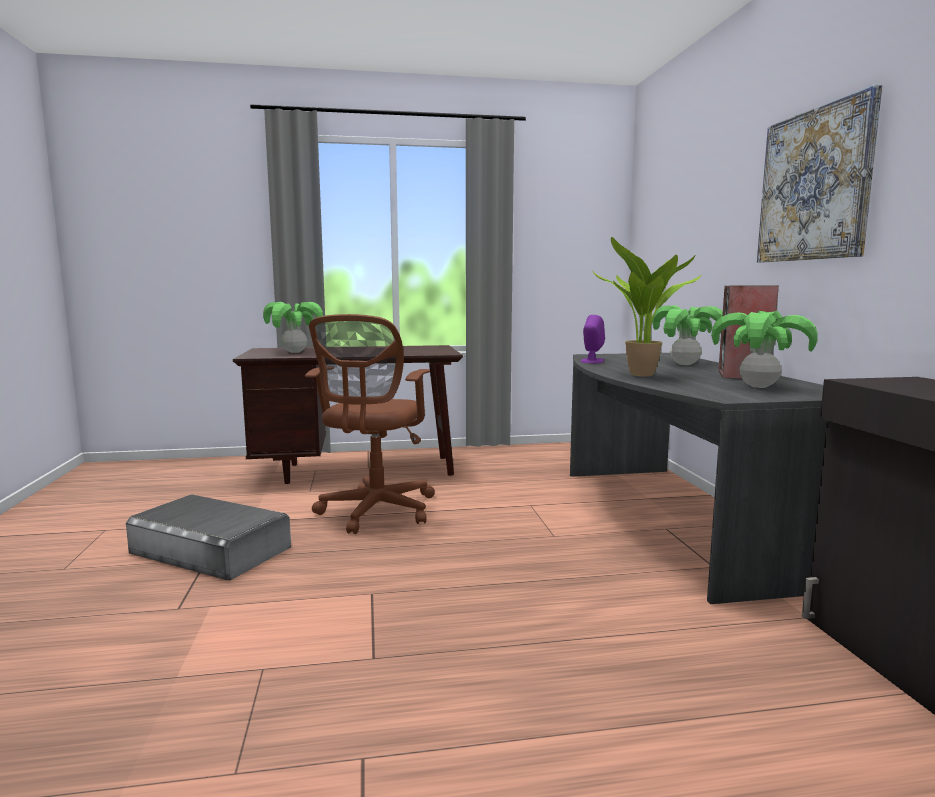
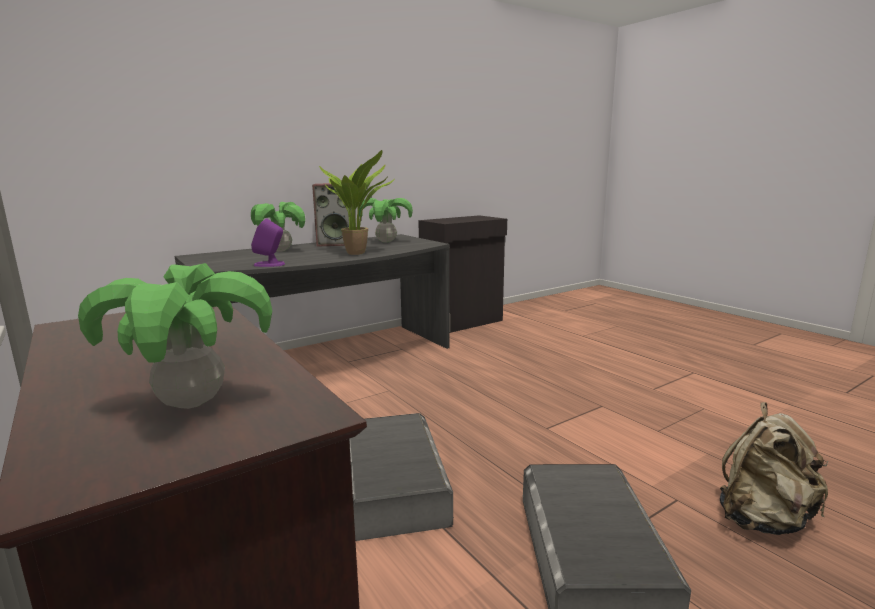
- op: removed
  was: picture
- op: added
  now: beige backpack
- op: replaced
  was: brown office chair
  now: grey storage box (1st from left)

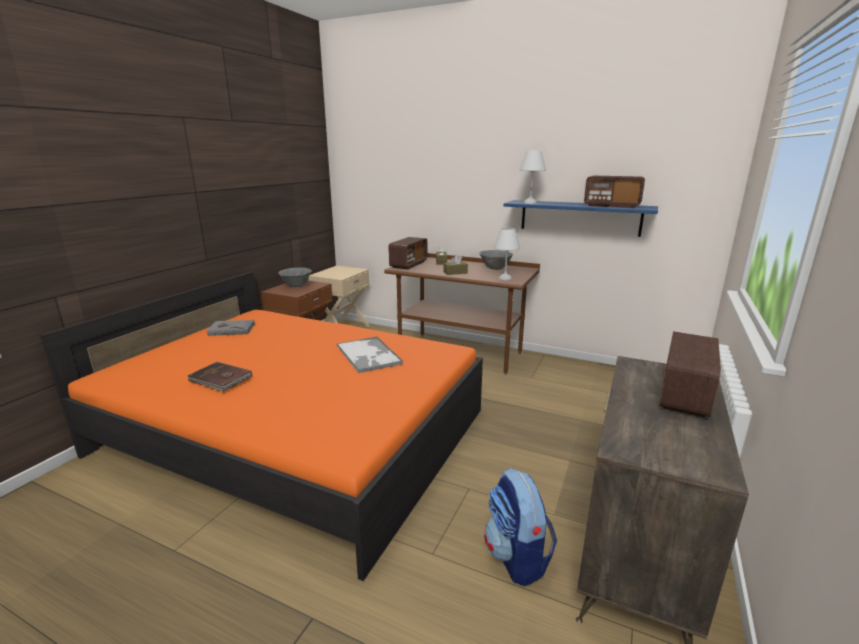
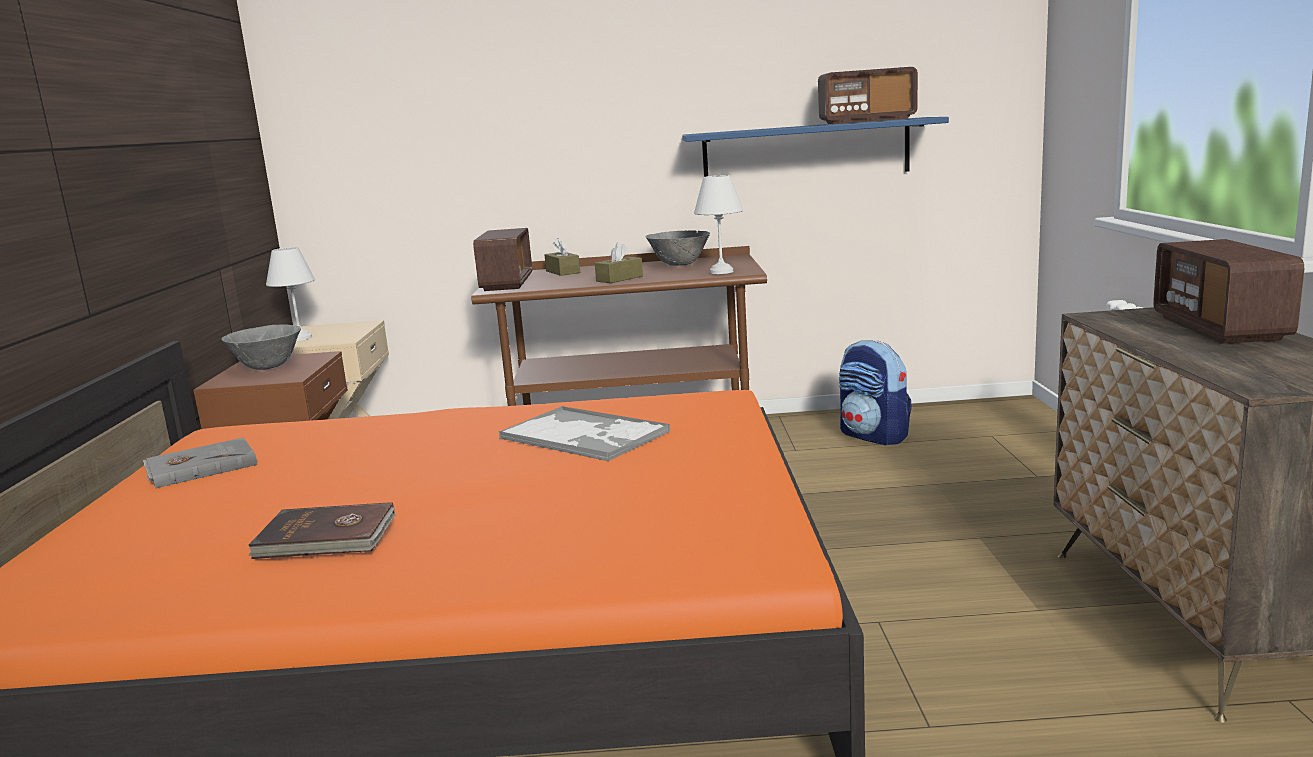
- op: moved
  was: backpack
- op: moved
  was: white table lamp (2nd from left in the first image)
  now: white table lamp (1st from left)

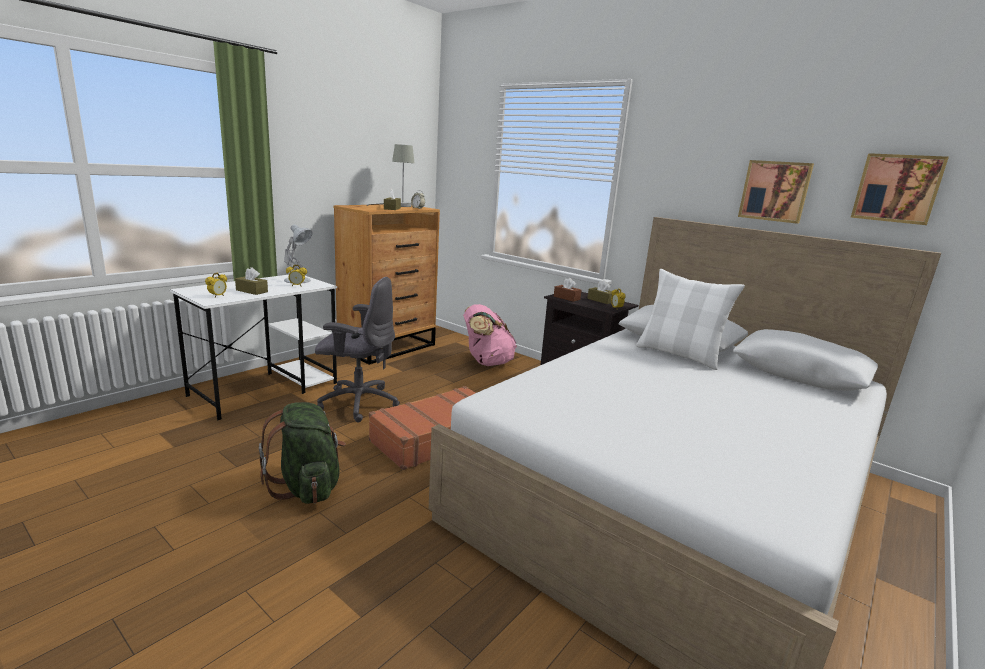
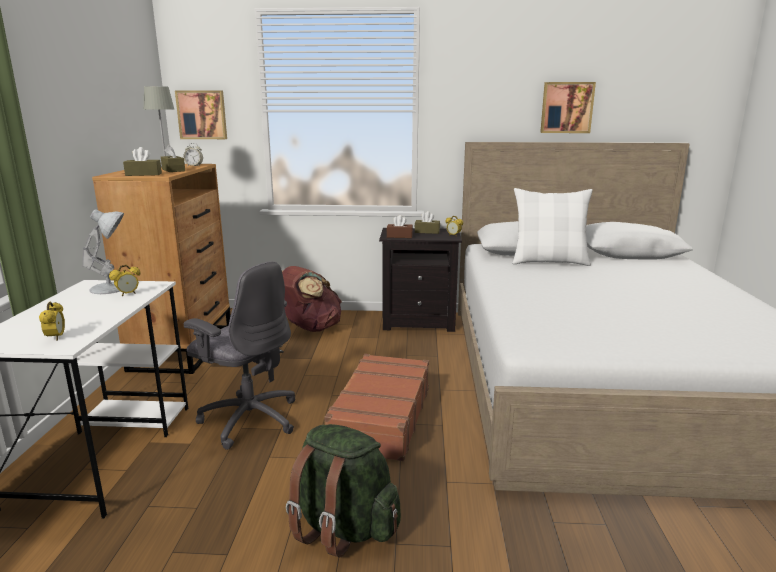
- op: moved
  was: brown tissue box (1st from left)
- op: moved
  was: picture (2nd from left in the first image)
  now: picture (1st from left)
- op: recoloured
  was: pink backpack
  now: brown backpack
- op: turned
  was: grey office chair
  clockwise: 60

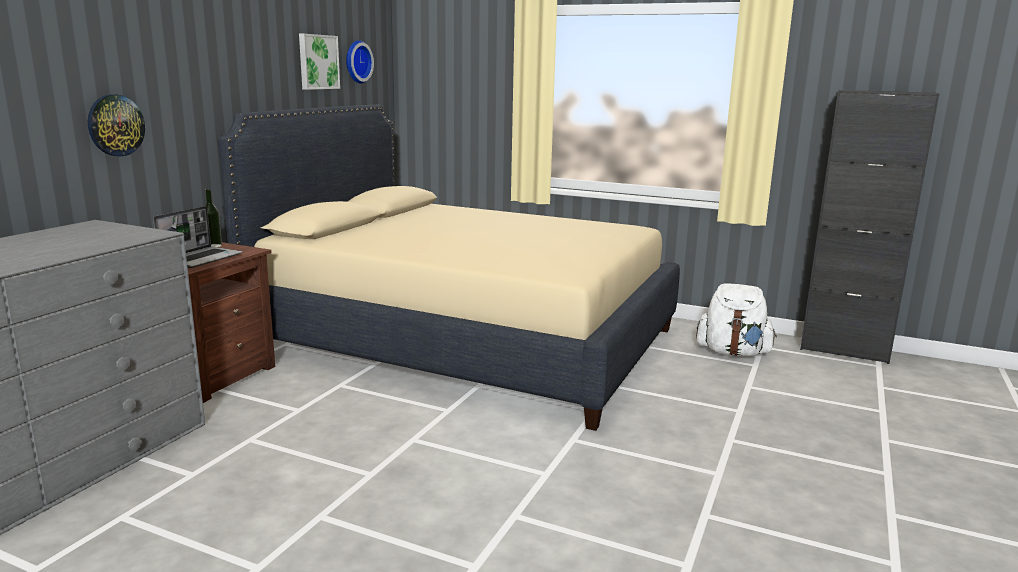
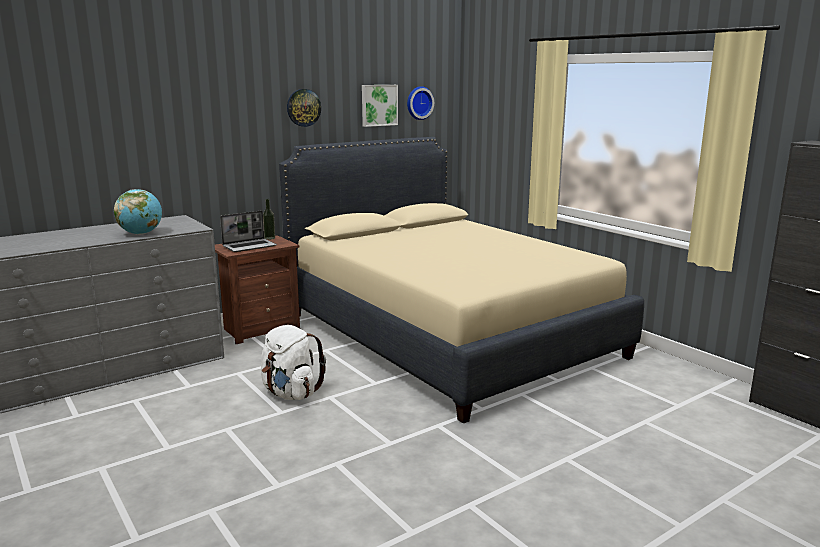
- op: added
  now: globe
- op: moved
  was: wall clock (1st from left)
- op: moved
  was: white backpack

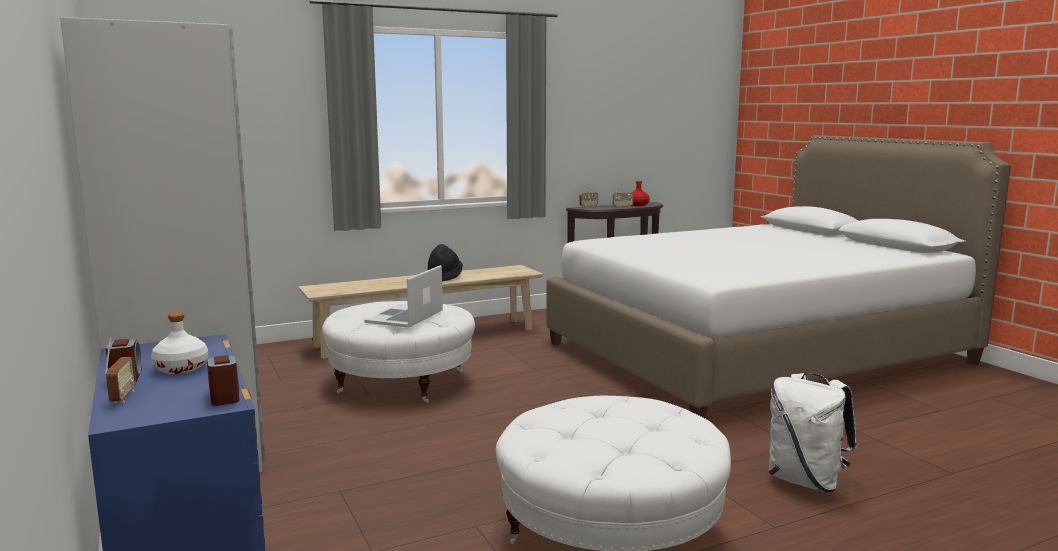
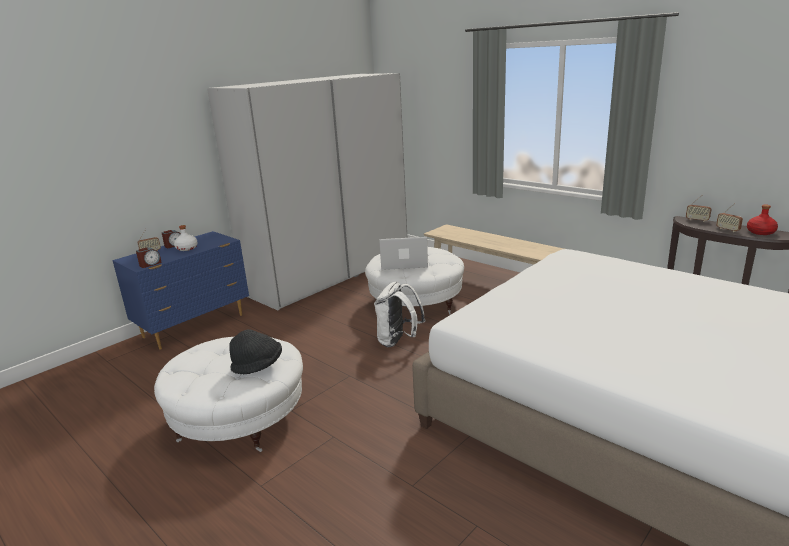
- op: moved
  was: black hat
- op: moved
  was: white backpack

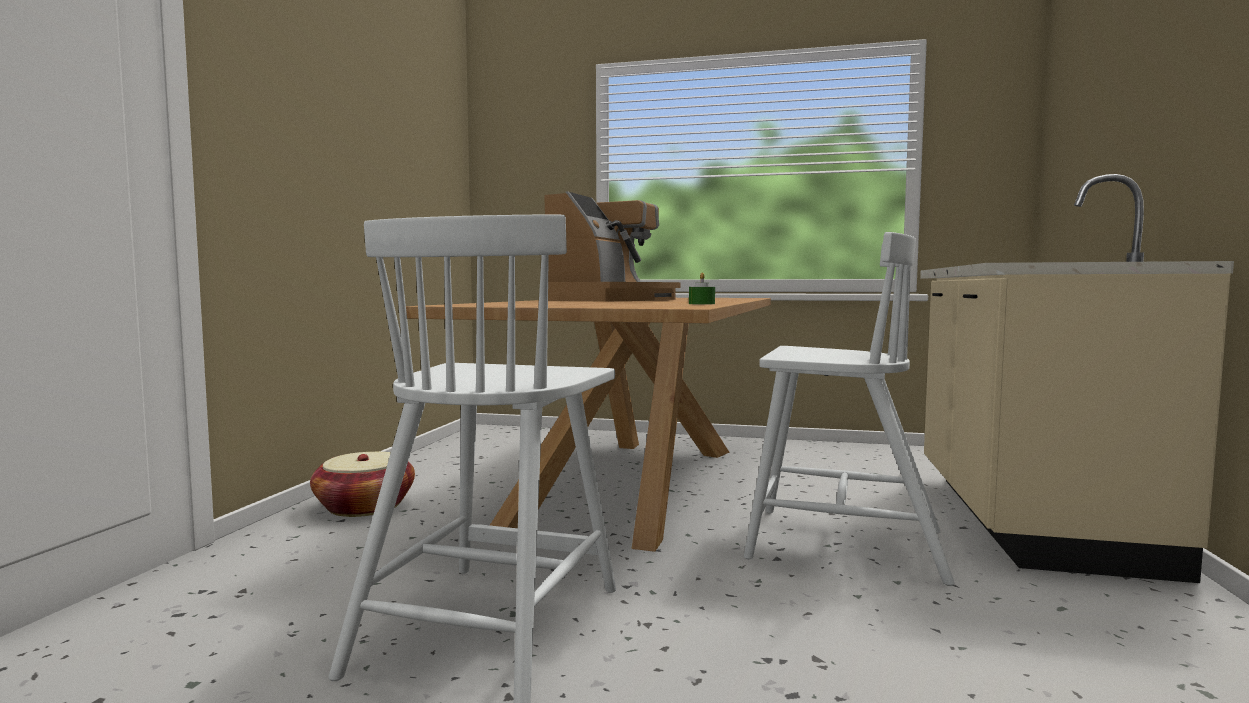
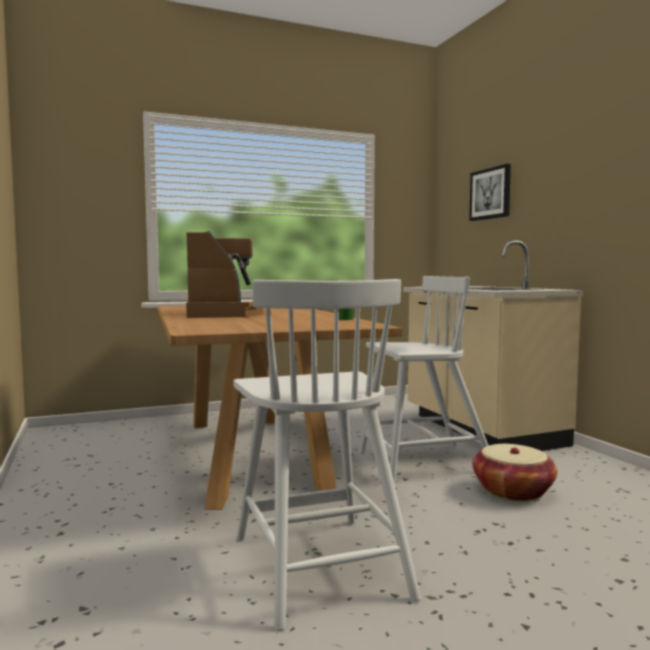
- op: added
  now: picture
- op: moved
  was: basket

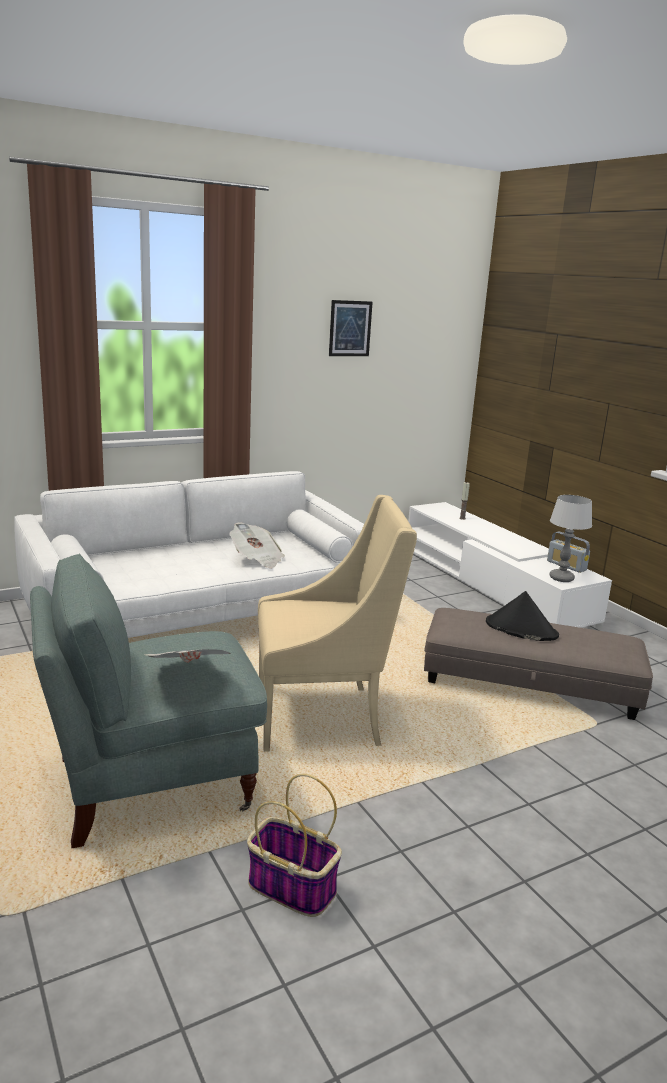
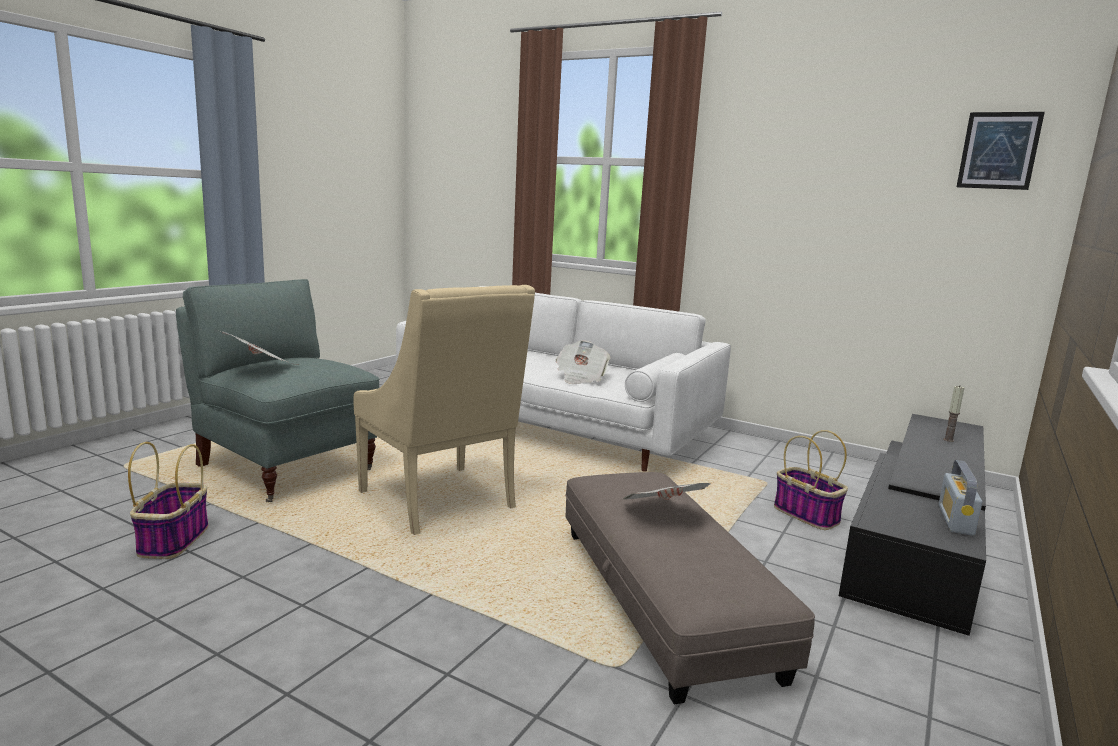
- op: removed
  was: table lamp
- op: added
  now: basket (2nd from left)
- op: moved
  was: picture
- op: replaced
  was: black hat
  now: newspaper (3rd from left)
- op: recoloured
  was: white tv stand
  now: black tv stand

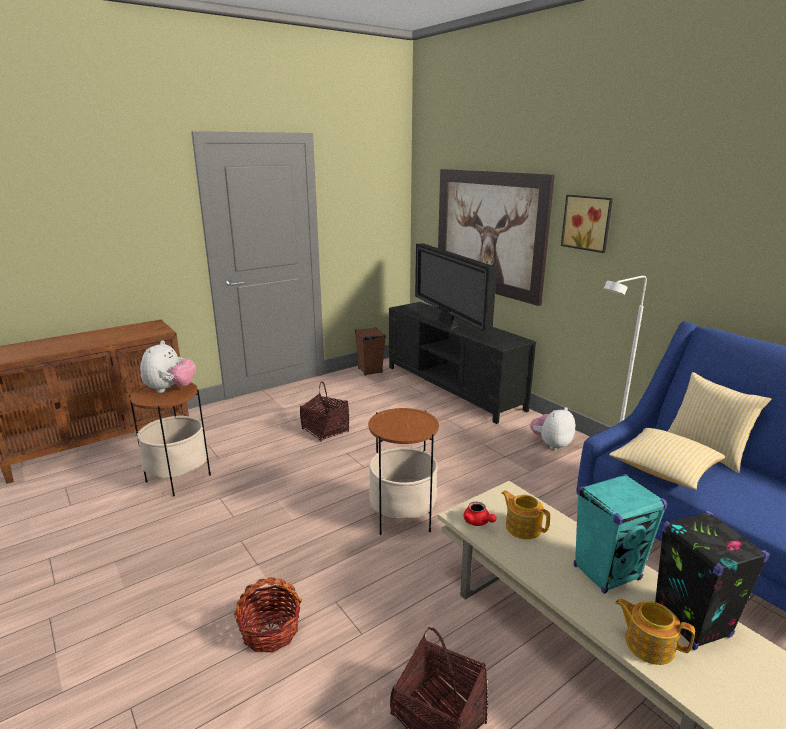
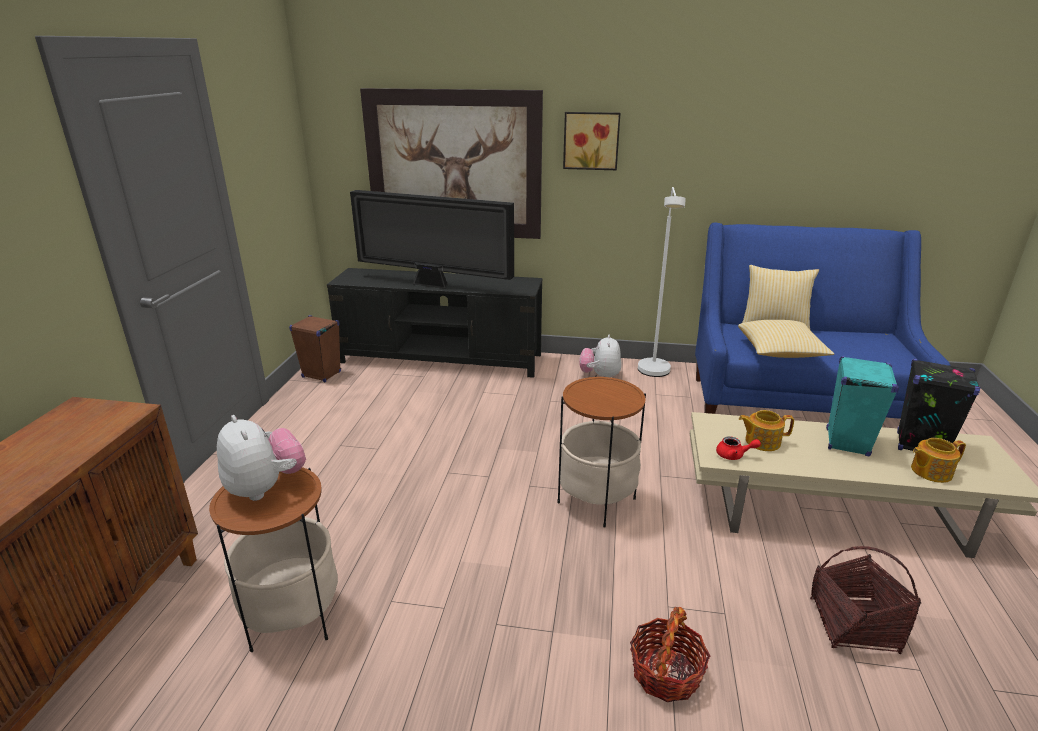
- op: removed
  was: basket (2nd from left)

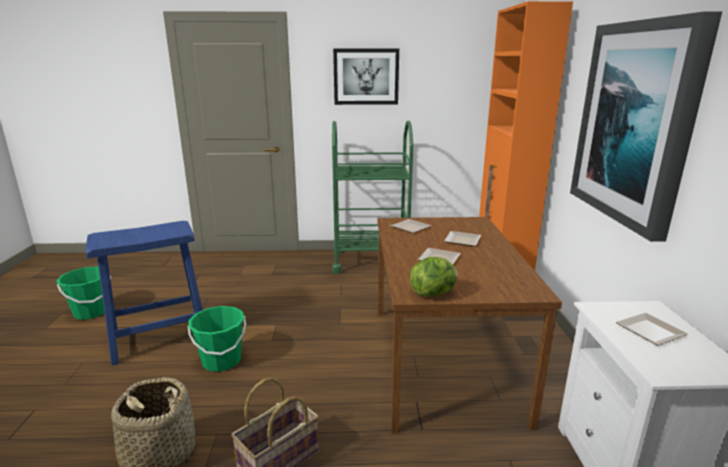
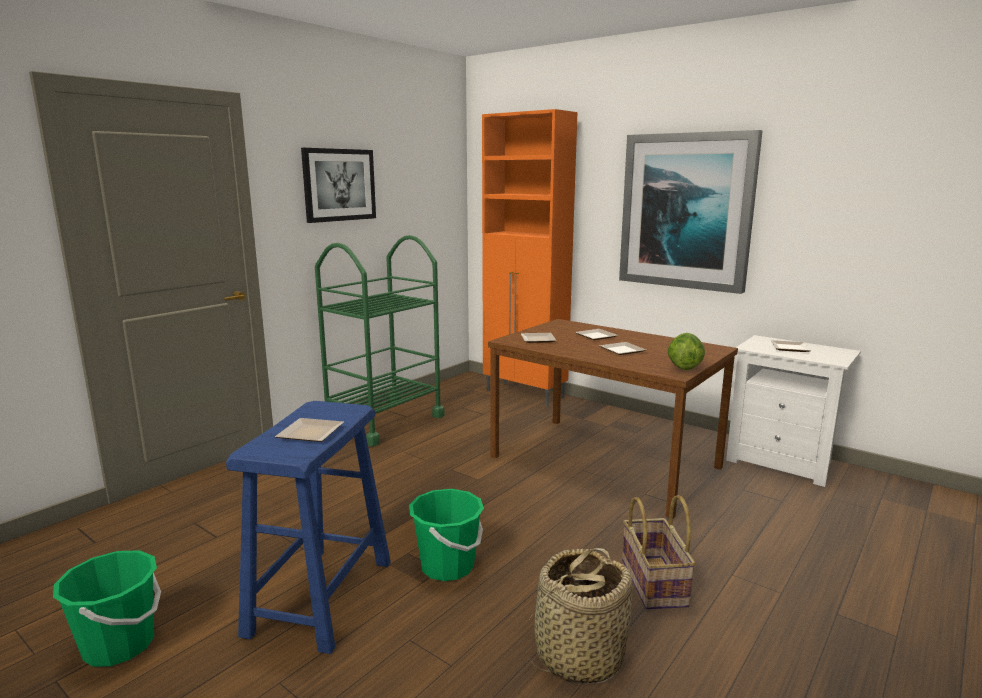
- op: added
  now: plate (1st from left)

